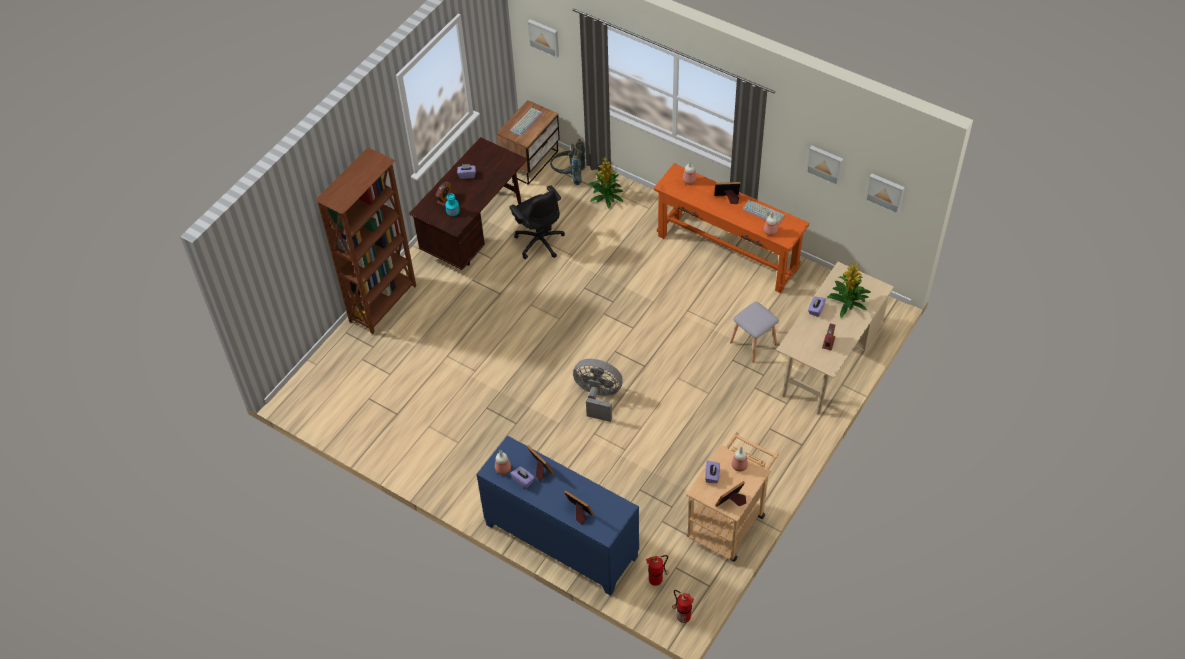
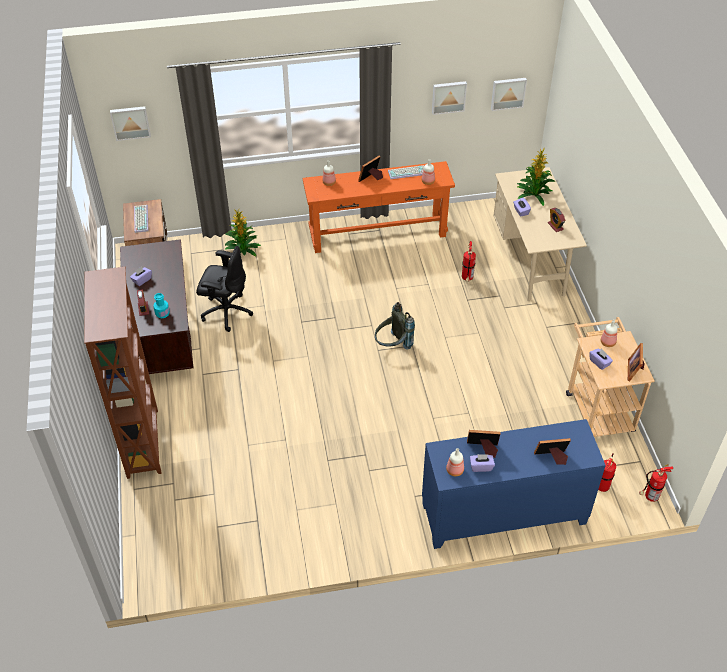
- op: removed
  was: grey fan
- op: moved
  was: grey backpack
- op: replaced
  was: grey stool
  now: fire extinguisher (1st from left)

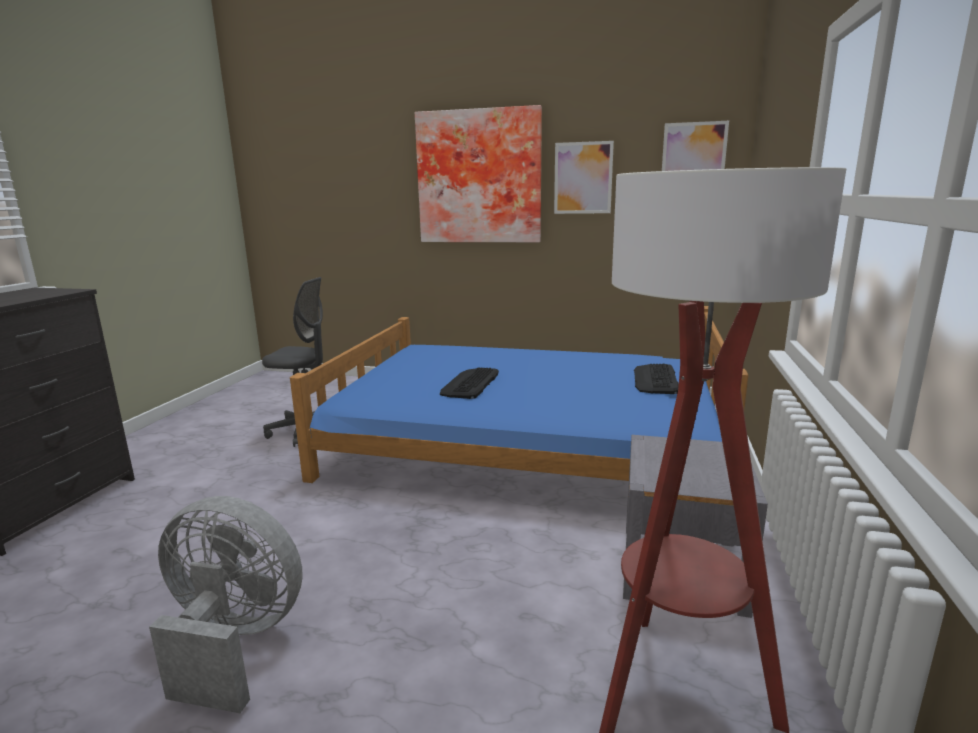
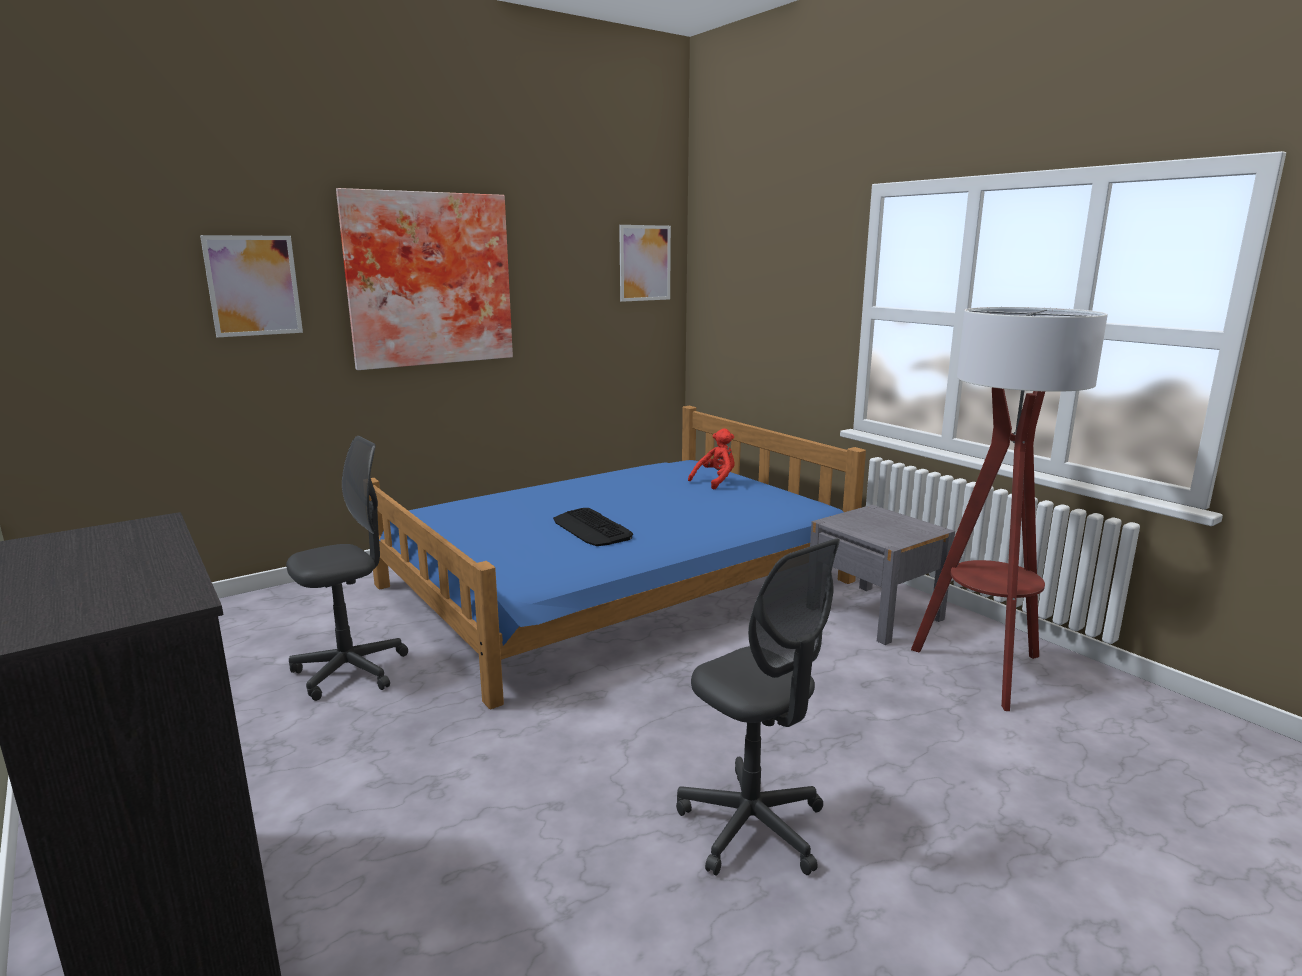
- op: moved
  was: picture (2nd from left in the first image)
  now: picture (1st from left)
- op: replaced
  was: grey fan
  now: grey office chair (2nd from left)
- op: replaced
  was: keyboard (2nd from left)
  now: red plush toy

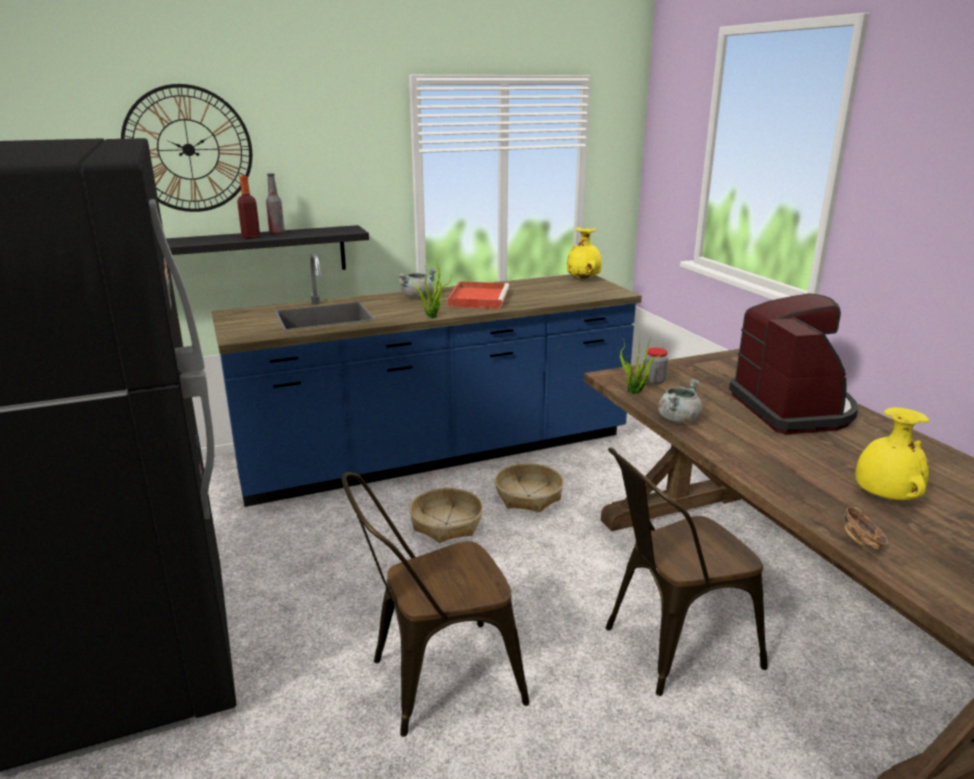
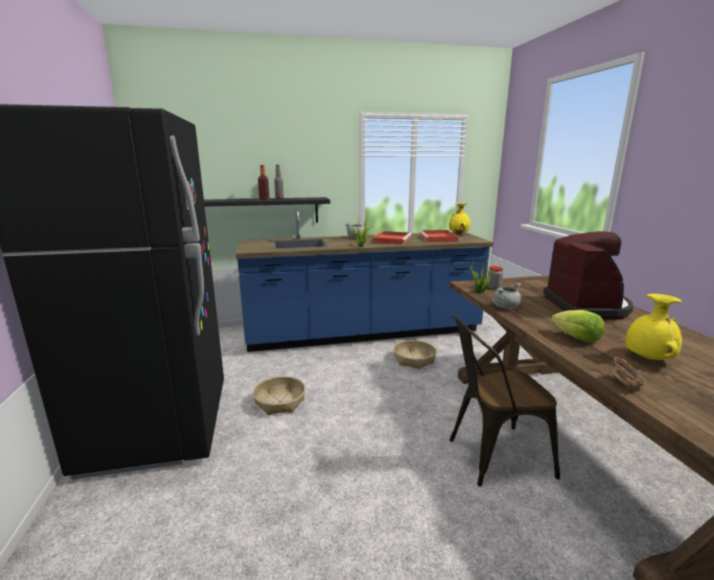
- op: removed
  was: wall clock
- op: removed
  was: brown chair (1st from left)
- op: added
  now: red tray (2nd from left)
- op: added
  now: lettuce
- op: moved
  was: basket (1st from left)

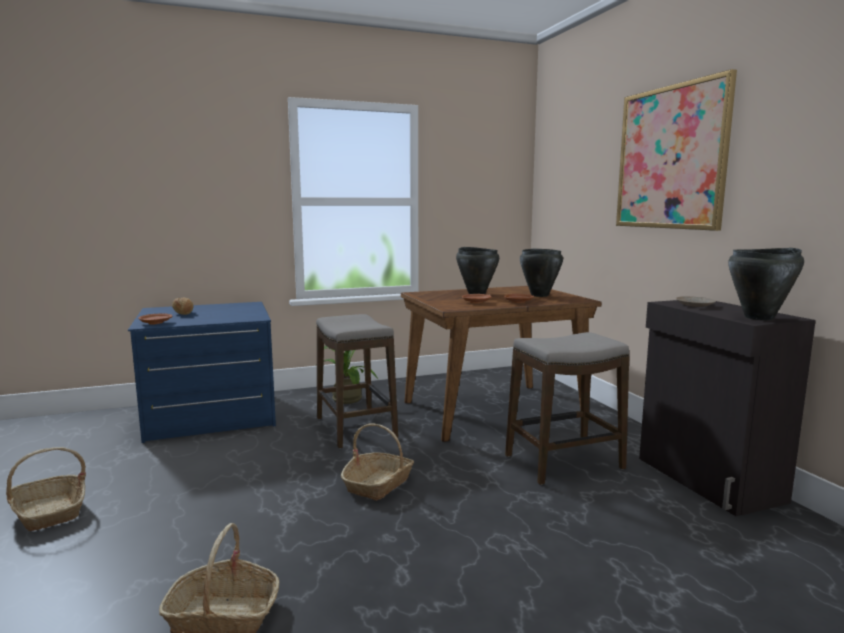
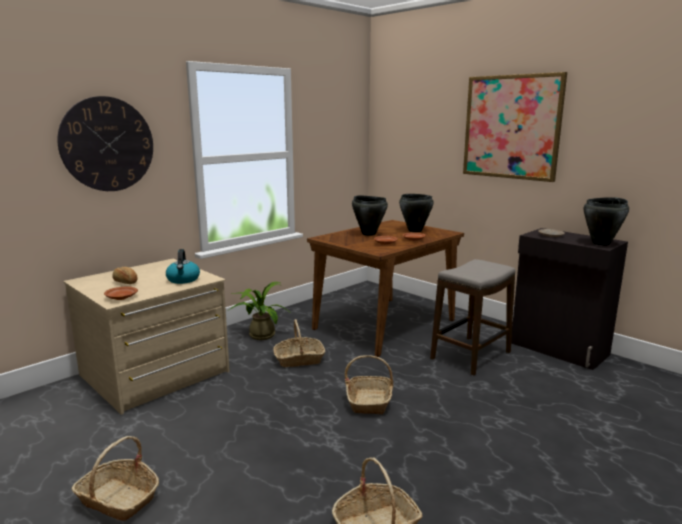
- op: added
  now: wall clock
- op: added
  now: kettle
- op: replaced
  was: stool (1st from left)
  now: basket (2nd from left)
- op: recoloured
  was: blue dresser
  now: beige dresser

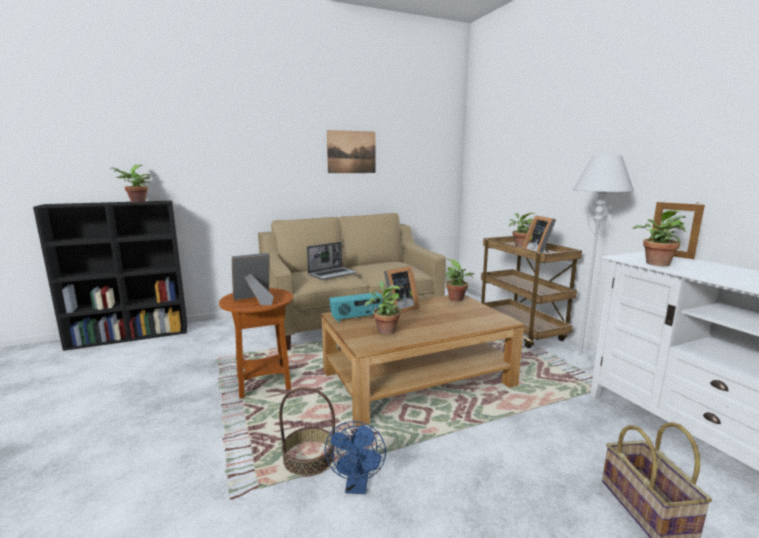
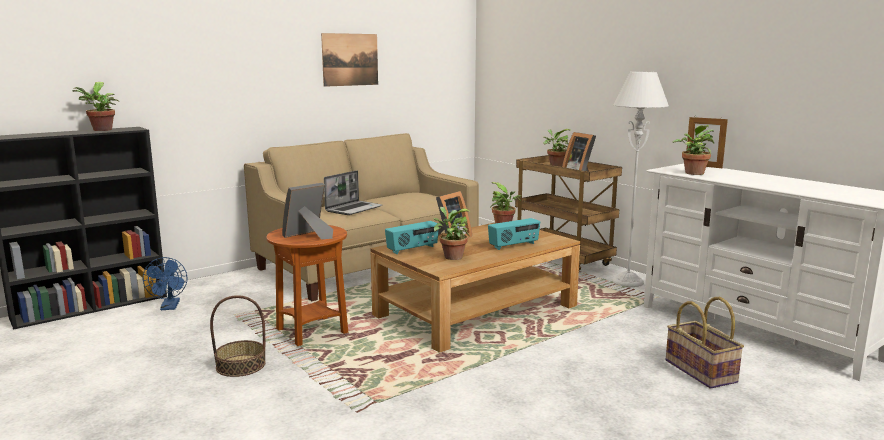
- op: added
  now: radio (2nd from left)
- op: moved
  was: basket (1st from left)
- op: moved
  was: blue fan

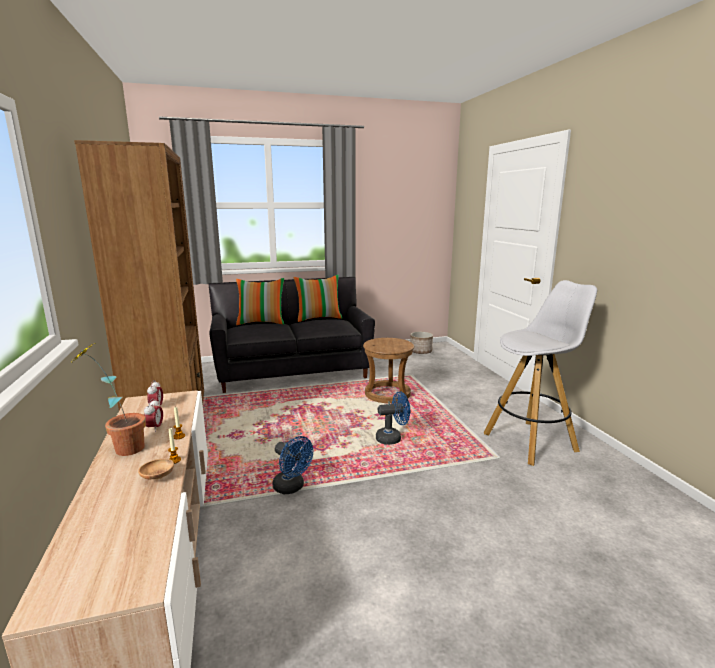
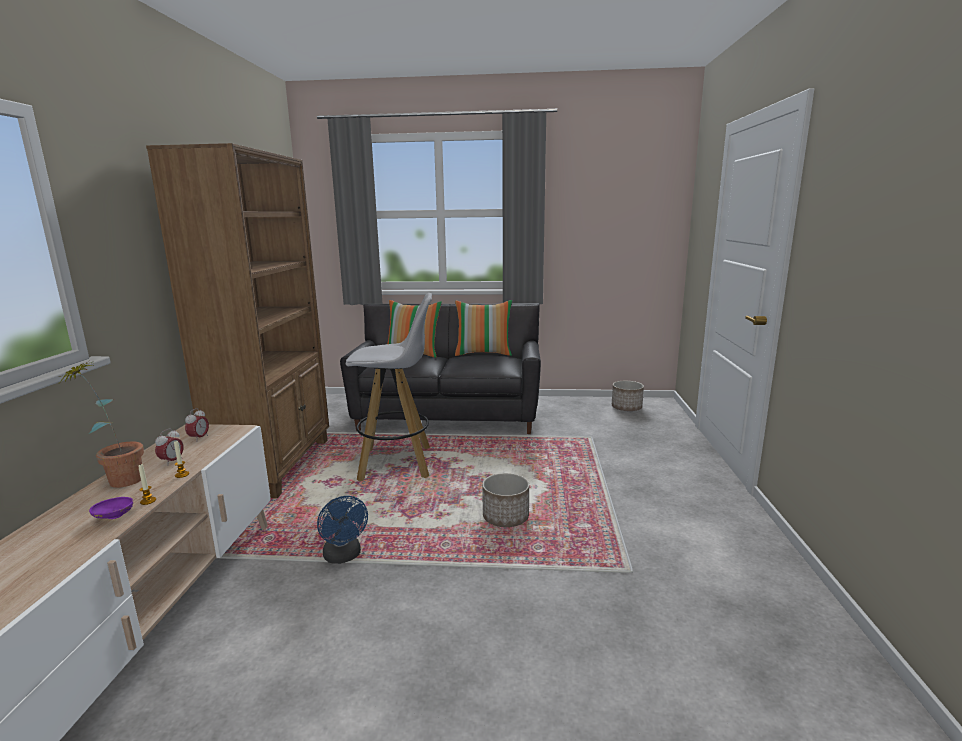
- op: removed
  was: brown stool
- op: moved
  was: white stool
- op: replaced
  was: blue fan (2nd from left)
  now: planter (1st from left)
- op: recoloured
  was: brown bowl
  now: purple bowl

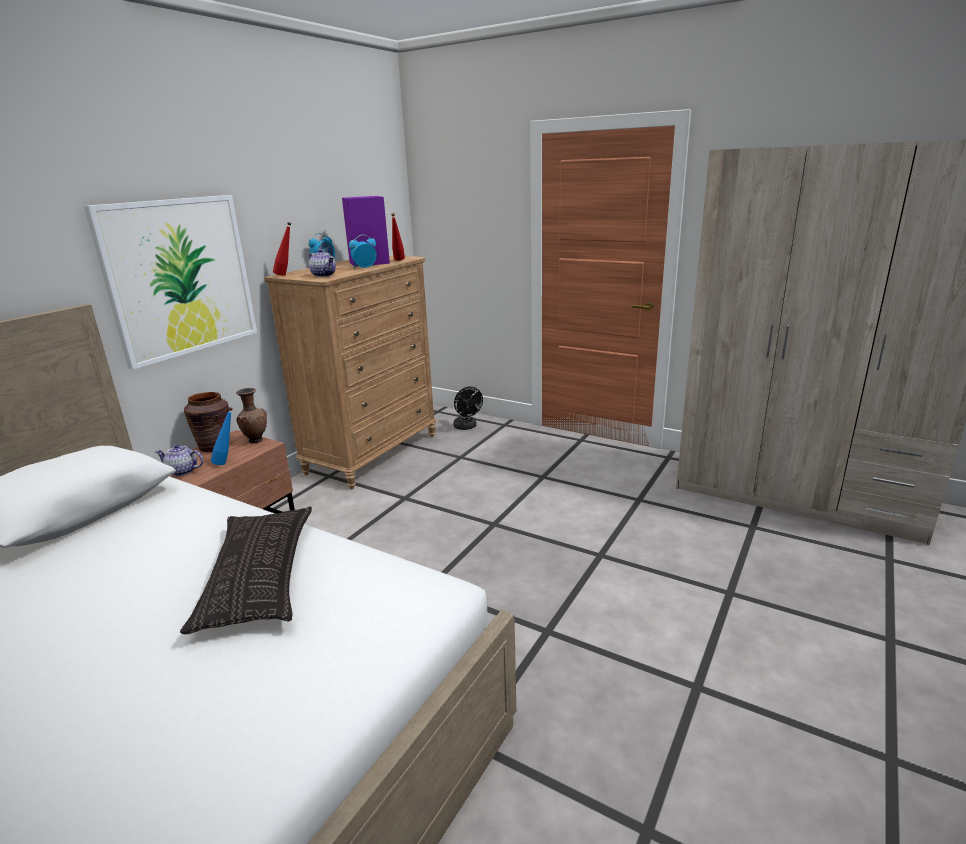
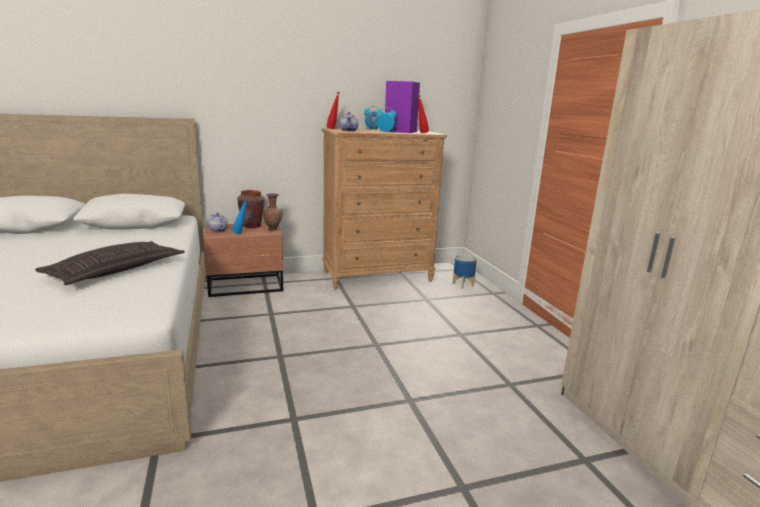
- op: removed
  was: picture
- op: replaced
  was: black fan
  now: planter

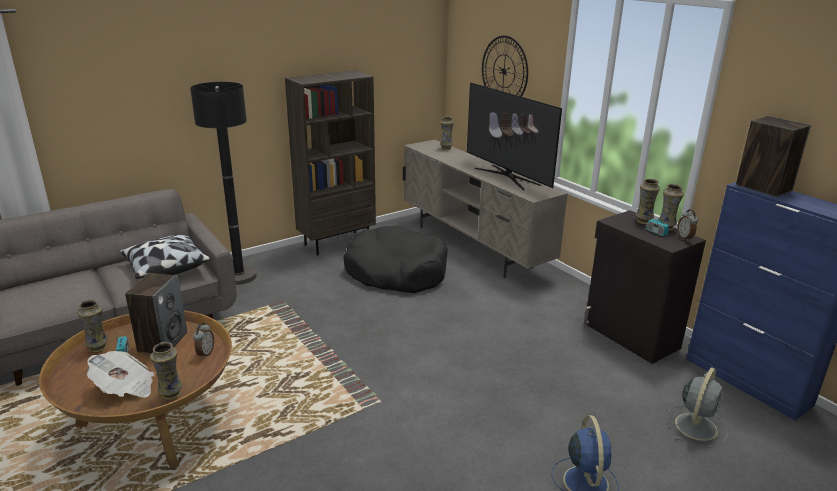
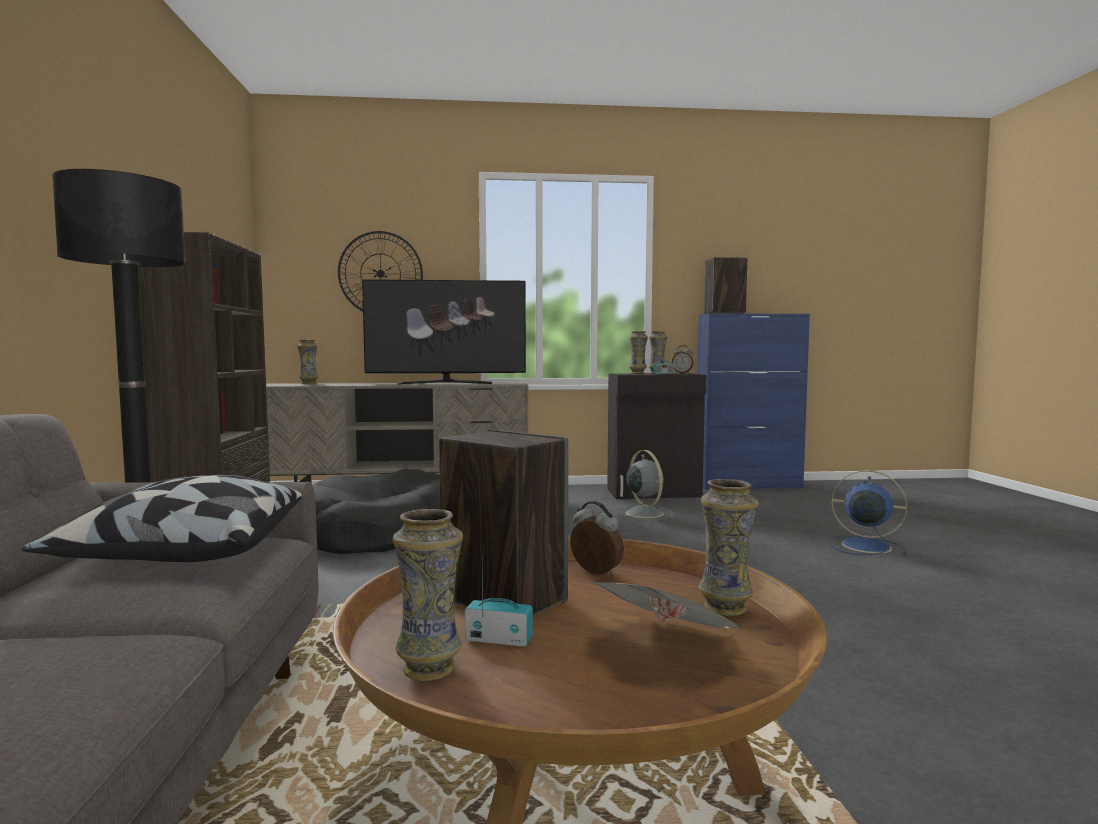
- op: moved
  was: grey fan

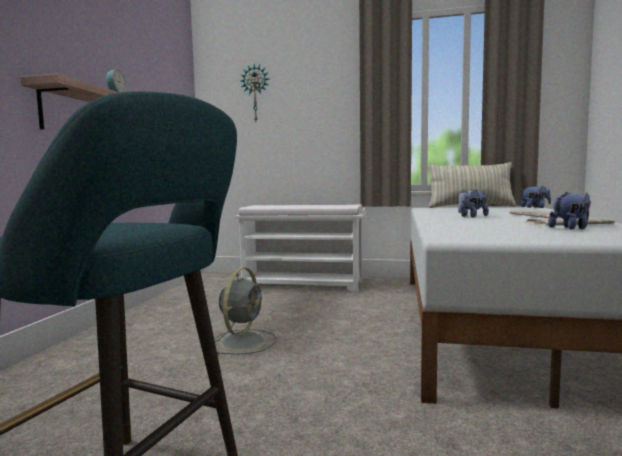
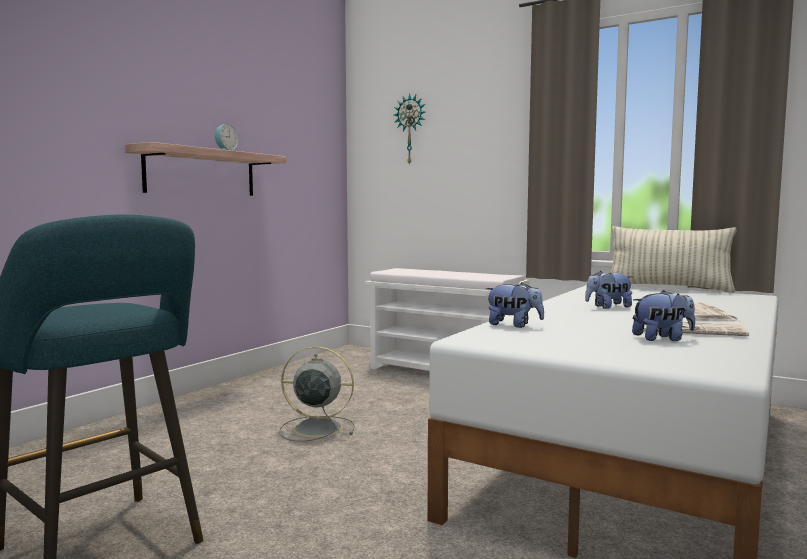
- op: moved
  was: plush toy (2nd from left in the first image)
  now: plush toy (1st from left)
- op: turned
  was: grey fan
  clockwise: -120

